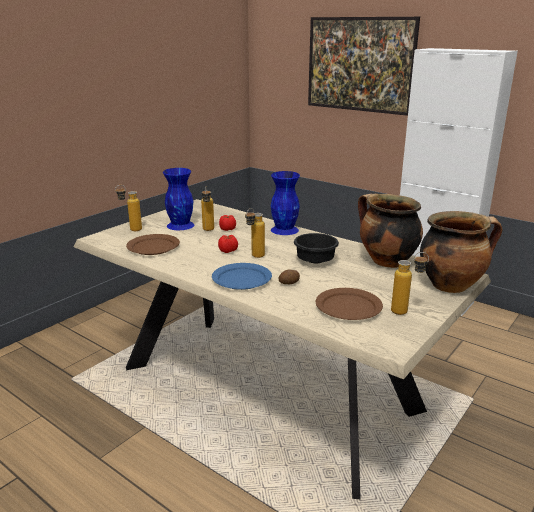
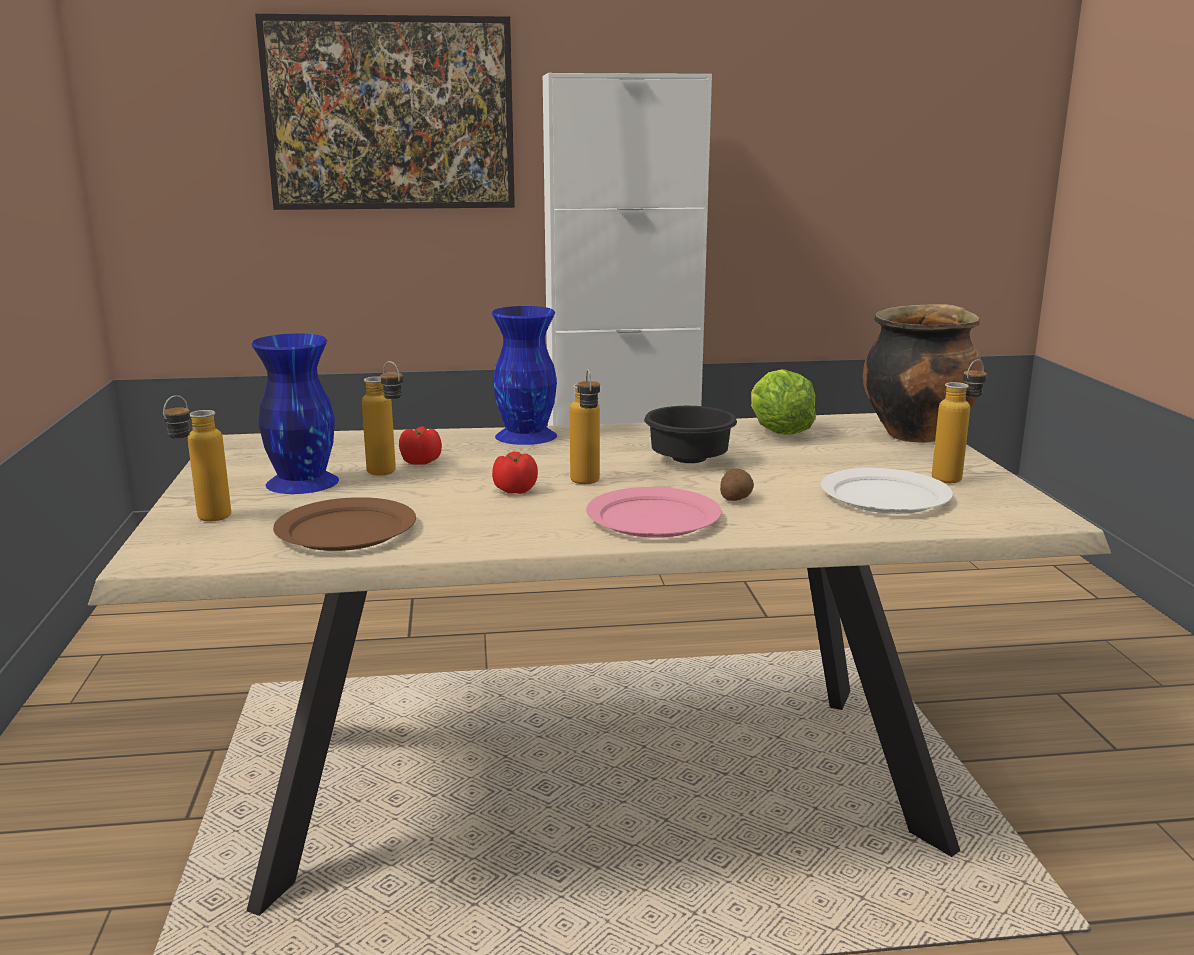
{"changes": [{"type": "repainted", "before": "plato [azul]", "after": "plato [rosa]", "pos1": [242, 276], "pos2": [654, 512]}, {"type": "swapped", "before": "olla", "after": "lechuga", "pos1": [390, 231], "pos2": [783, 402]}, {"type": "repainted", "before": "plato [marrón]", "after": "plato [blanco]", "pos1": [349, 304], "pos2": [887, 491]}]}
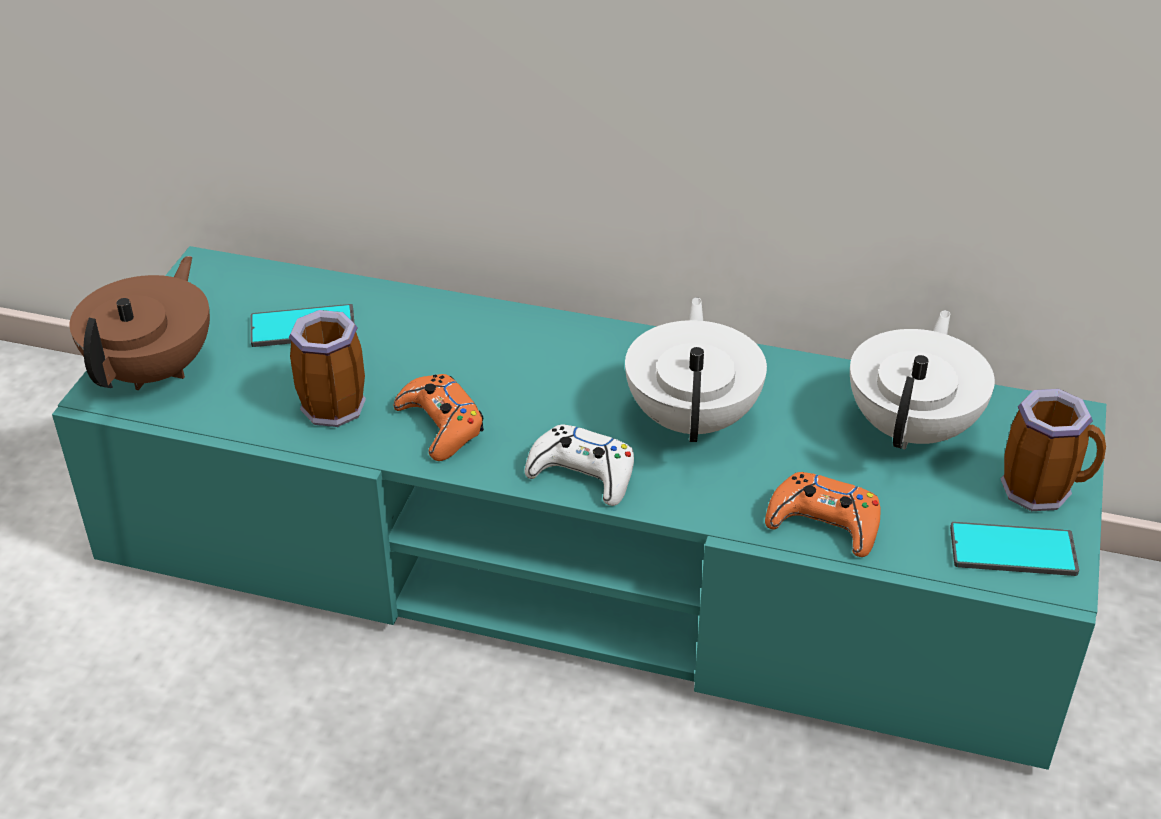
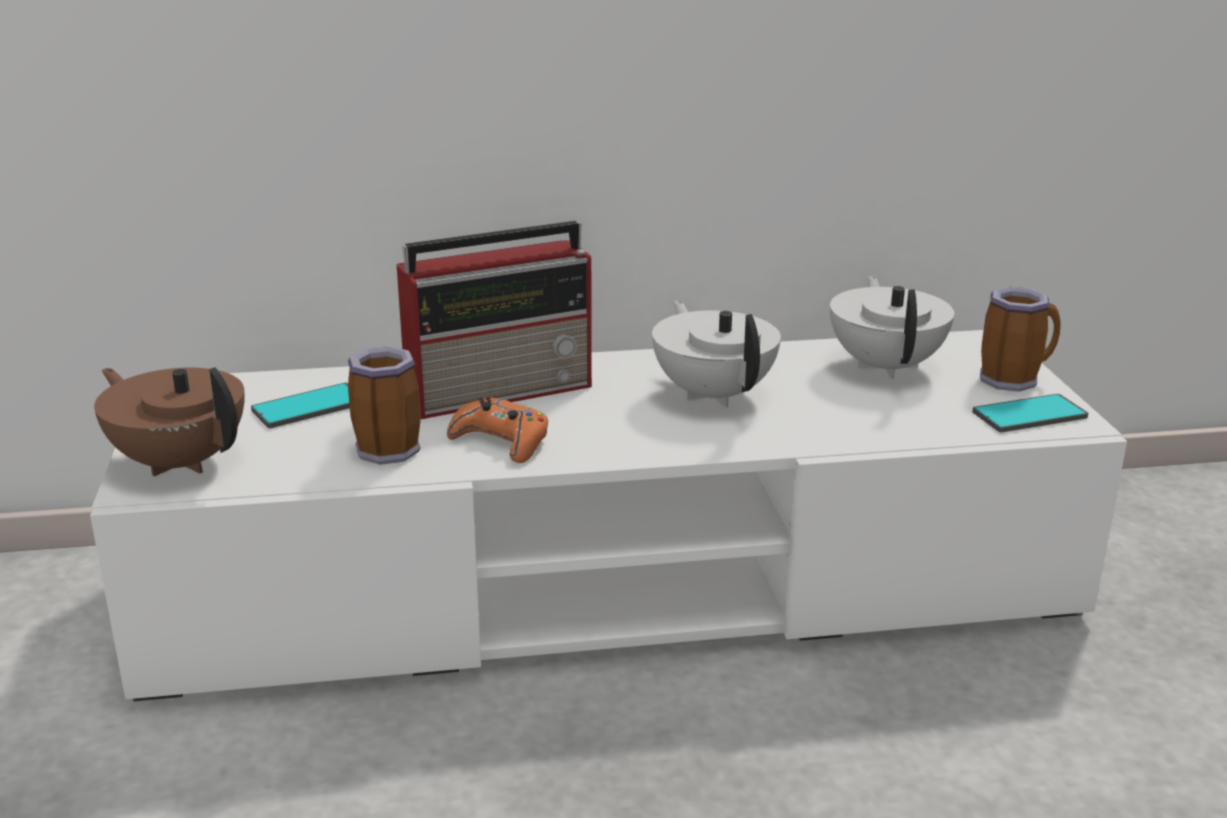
{"changes": [{"type": "repainted", "before": "mueble de televisión [turquesa]", "after": "mueble de televisión [blanco]", "pos1": [579, 508], "pos2": [608, 515]}, {"type": "rotated", "before": "tetera [marrón]", "pos1": [139, 323], "pos2": [169, 422], "turn": -45}, {"type": "new", "after": "radio", "pos2": [494, 320]}, {"type": "gone", "before": "mando de consola [blanco]", "pos1": [579, 465]}, {"type": "gone", "before": "mando de consola [naranja]", "pos1": [823, 514]}]}
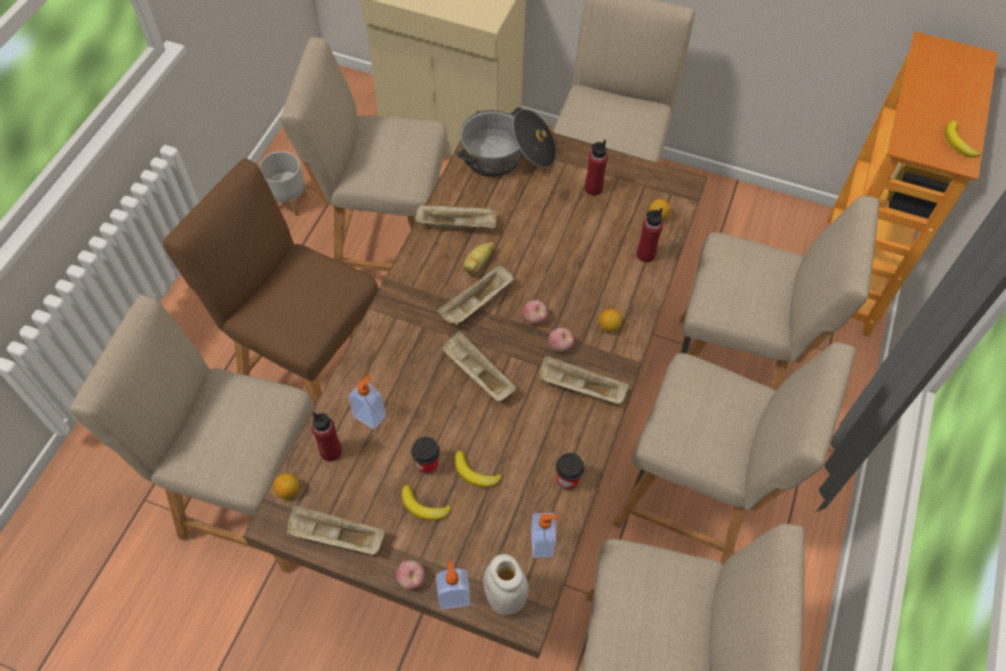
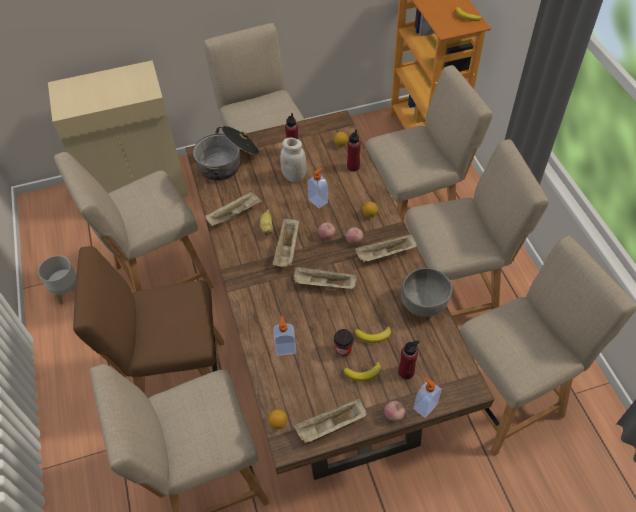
{"changes": [{"type": "shifted", "before": "tarro [blanco]", "pos1": [505, 584], "pos2": [293, 159]}, {"type": "shifted", "before": "dispensador de jabón", "pos1": [545, 535], "pos2": [317, 188]}, {"type": "shifted", "before": "botella [rojo]", "pos1": [327, 436], "pos2": [409, 359]}, {"type": "swapped", "before": "taza", "after": "cuenco [gris]", "pos1": [570, 471], "pos2": [427, 292]}]}
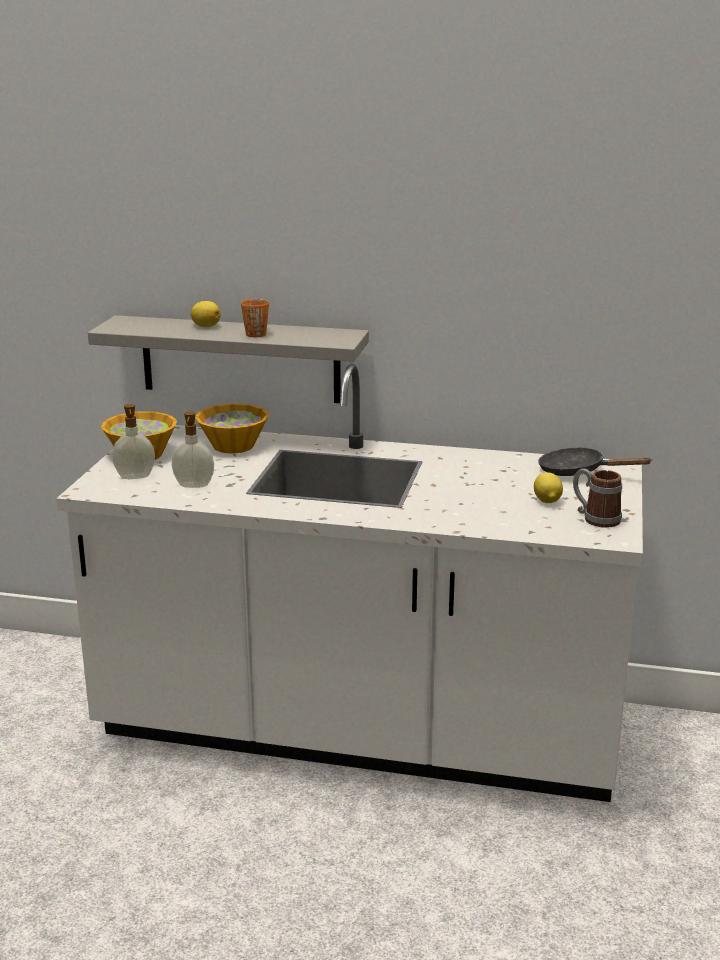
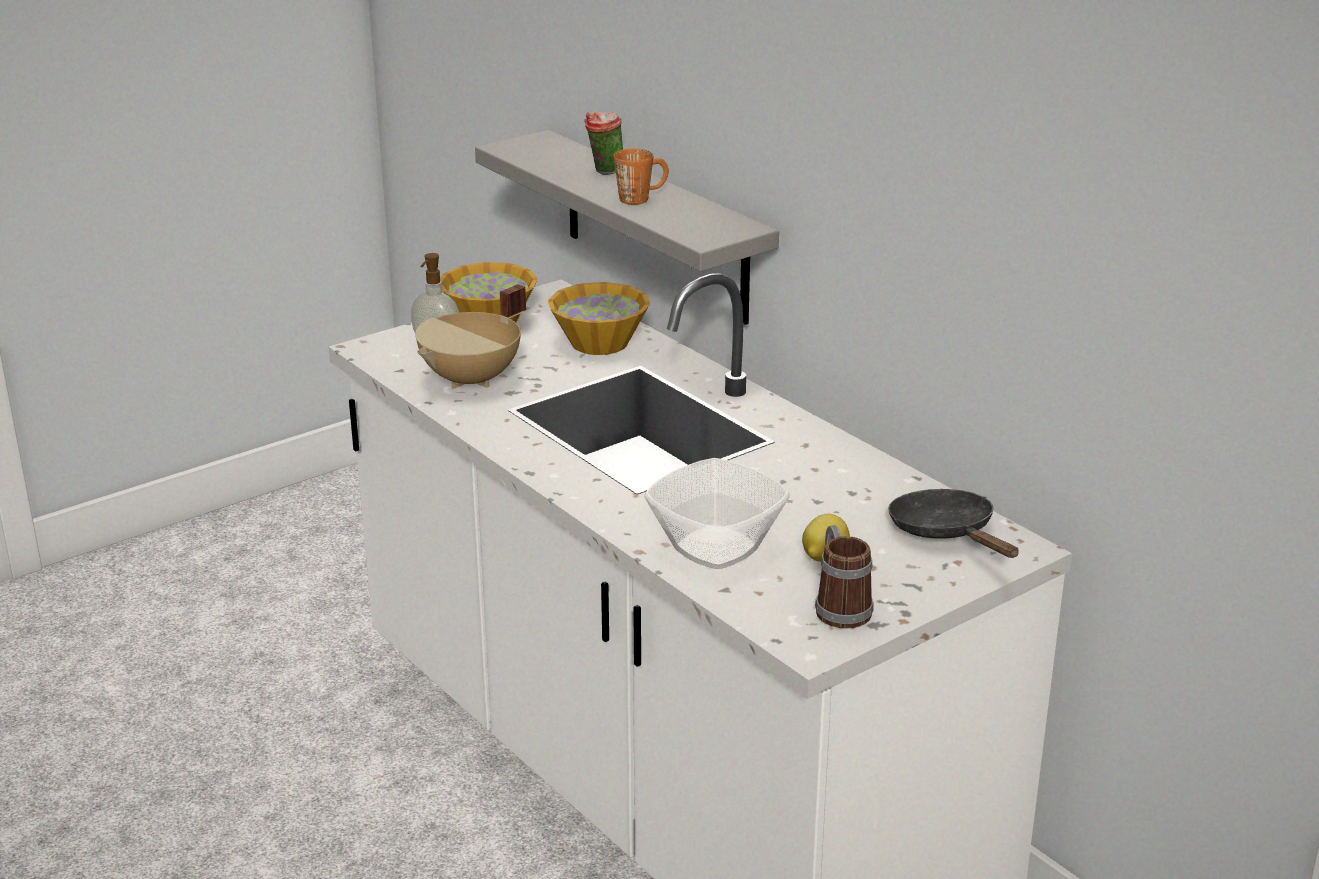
{"changes": [{"type": "swapped", "before": "dispensador de jabón", "after": "olla [beis]", "pos1": [193, 449], "pos2": [470, 336]}, {"type": "swapped", "before": "limón", "after": "taza", "pos1": [206, 314], "pos2": [603, 143]}, {"type": "new", "after": "cuenco", "pos2": [717, 513]}]}
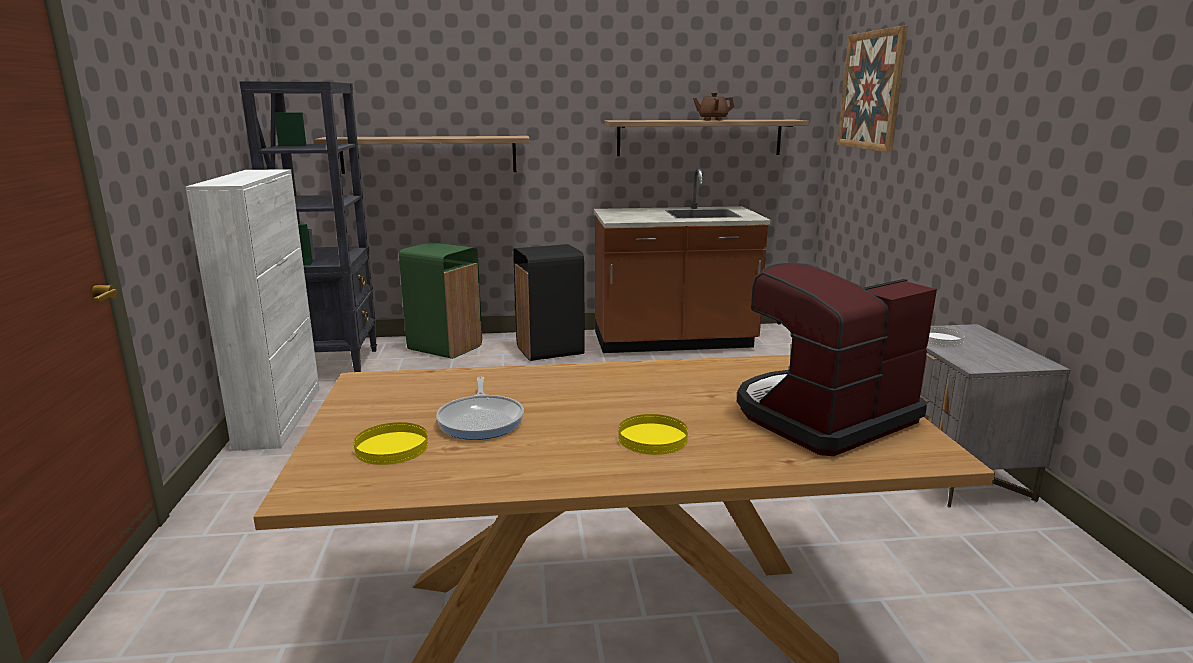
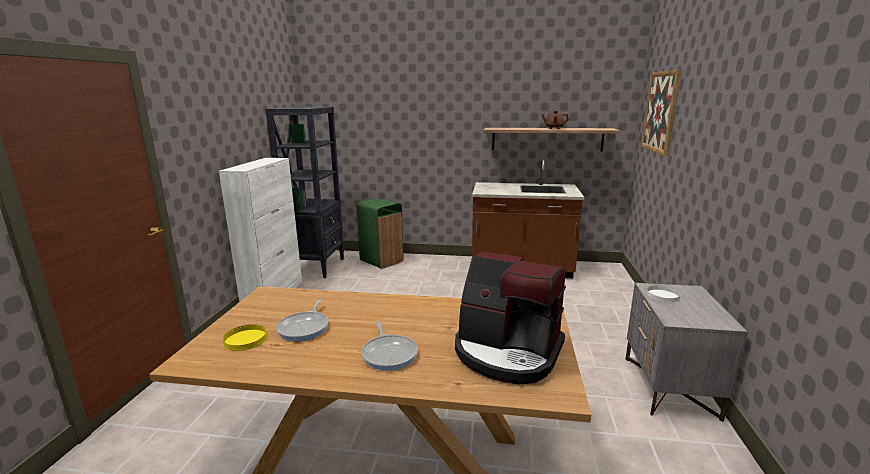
{"changes": [{"type": "swapped", "before": "plato [amarillo]", "after": "sartén", "pos1": [653, 434], "pos2": [389, 346]}, {"type": "rotated", "before": "cafetera", "pos1": [837, 359], "pos2": [510, 317], "turn": -135}, {"type": "gone", "before": "estante", "pos1": [422, 155]}, {"type": "gone", "before": "papelera [negro]", "pos1": [549, 302]}]}
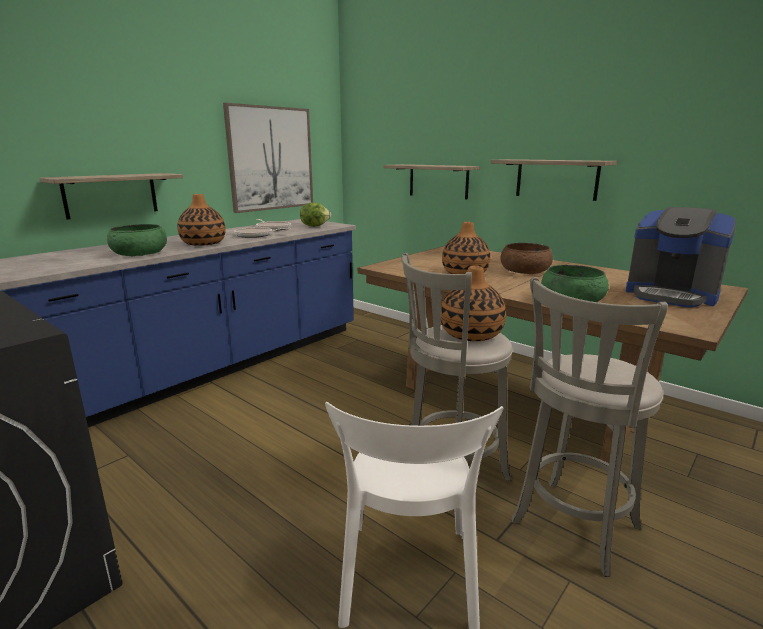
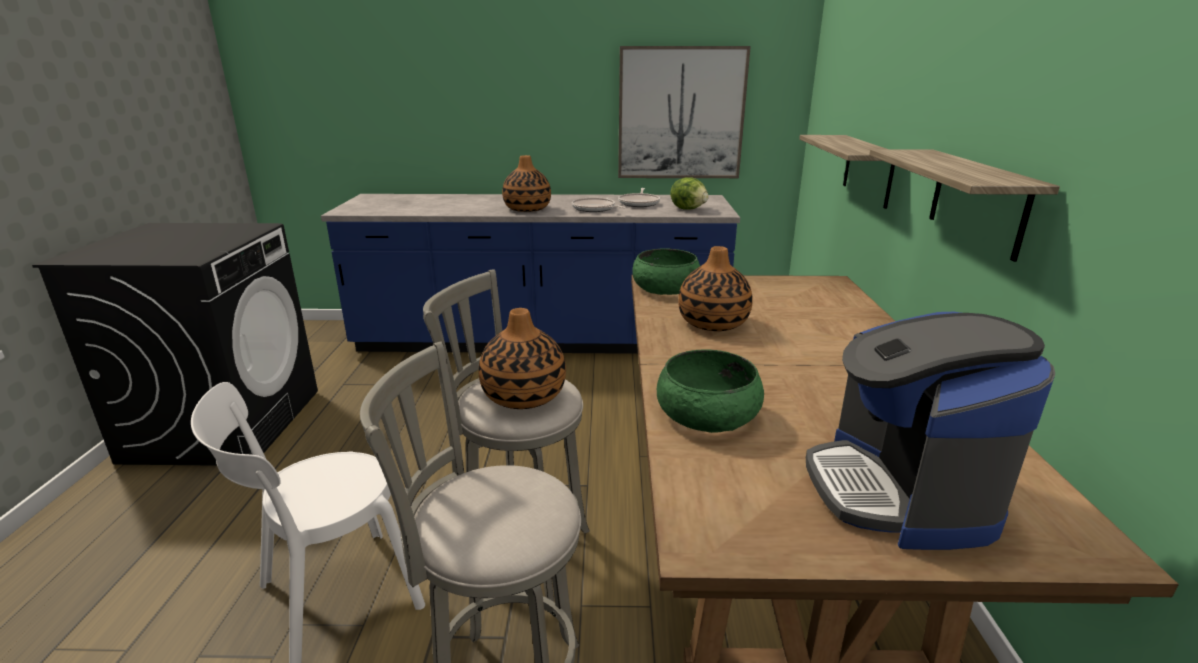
{"changes": [{"type": "shifted", "before": "cuenco [verde]", "pos1": [137, 240], "pos2": [666, 271]}, {"type": "gone", "before": "estante", "pos1": [111, 196]}, {"type": "gone", "before": "cuenco [marrón]", "pos1": [526, 258]}]}
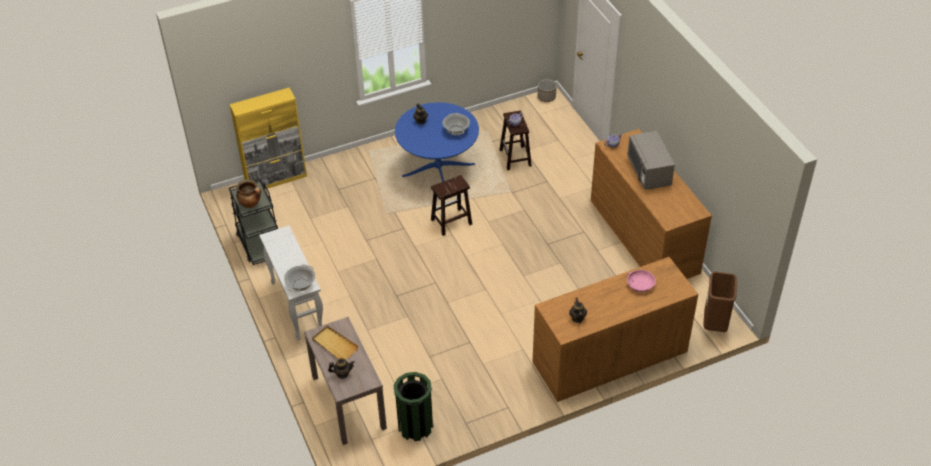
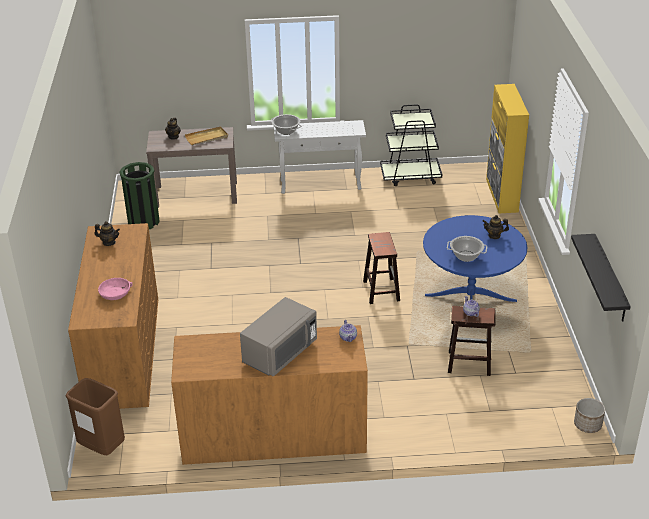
{"changes": [{"type": "rotated", "before": "microondas [gris]", "pos1": [651, 160], "pos2": [278, 336], "turn": 120}, {"type": "new", "after": "estante [negro]", "pos2": [601, 278]}, {"type": "gone", "before": "olla", "pos1": [248, 193]}]}
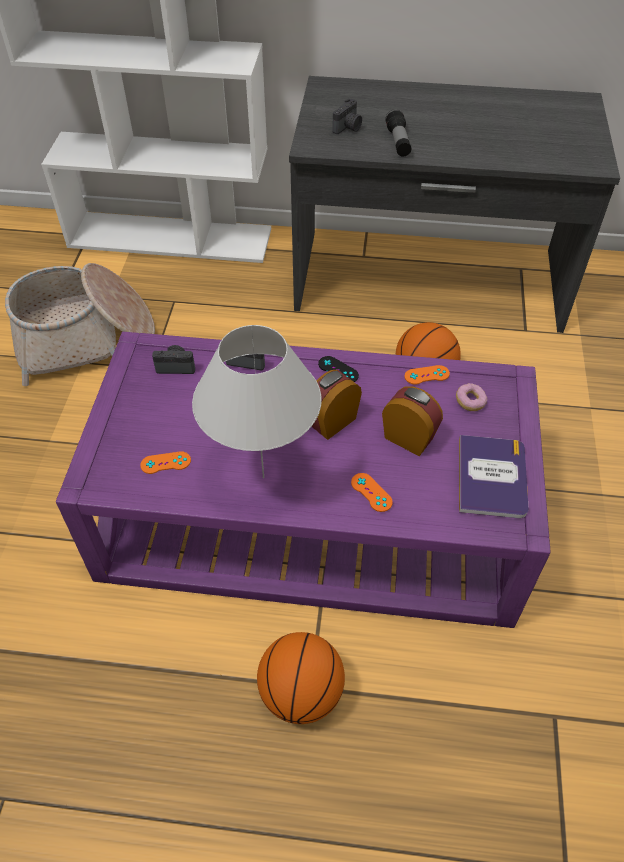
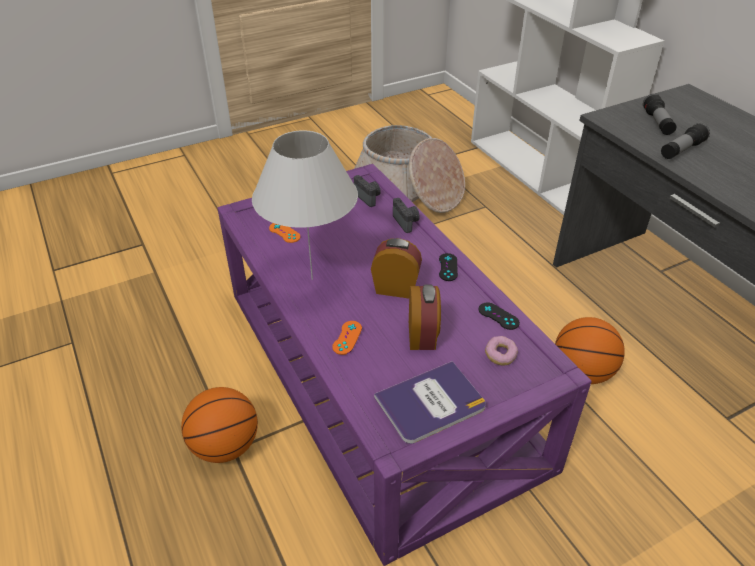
{"changes": [{"type": "repainted", "before": "mando de consola [naranja]", "after": "mando de consola [negro]", "pos1": [427, 375], "pos2": [499, 316]}, {"type": "swapped", "before": "cámara", "after": "linterna", "pos1": [347, 116], "pos2": [660, 114]}]}
